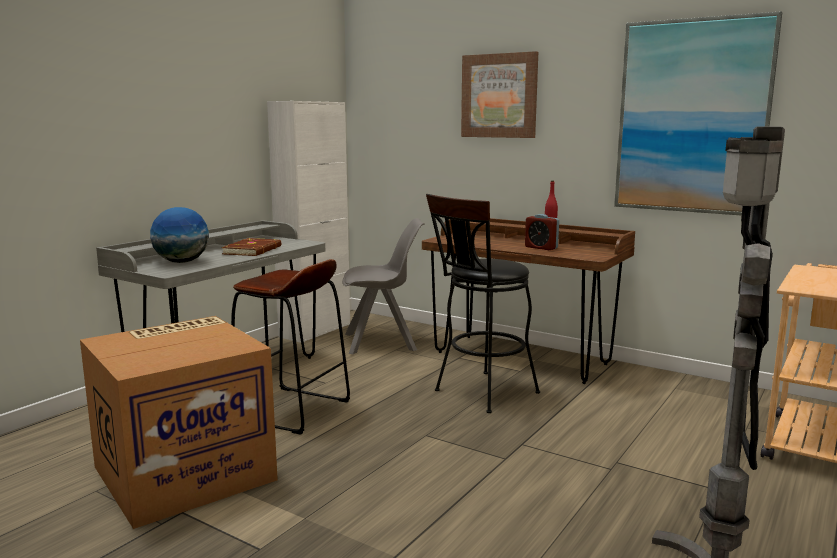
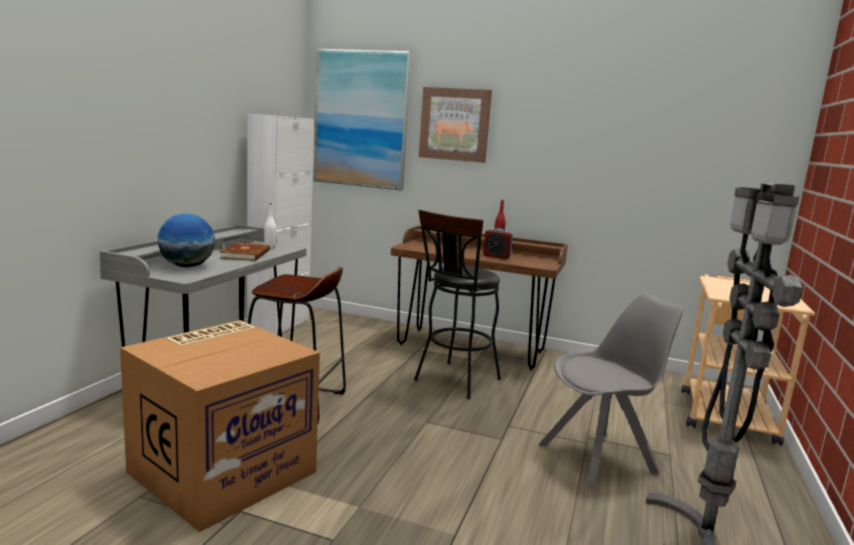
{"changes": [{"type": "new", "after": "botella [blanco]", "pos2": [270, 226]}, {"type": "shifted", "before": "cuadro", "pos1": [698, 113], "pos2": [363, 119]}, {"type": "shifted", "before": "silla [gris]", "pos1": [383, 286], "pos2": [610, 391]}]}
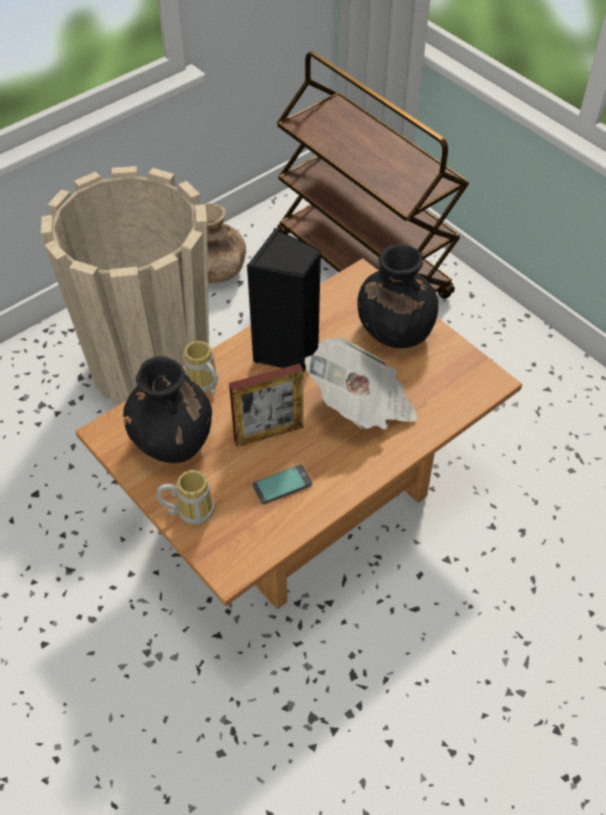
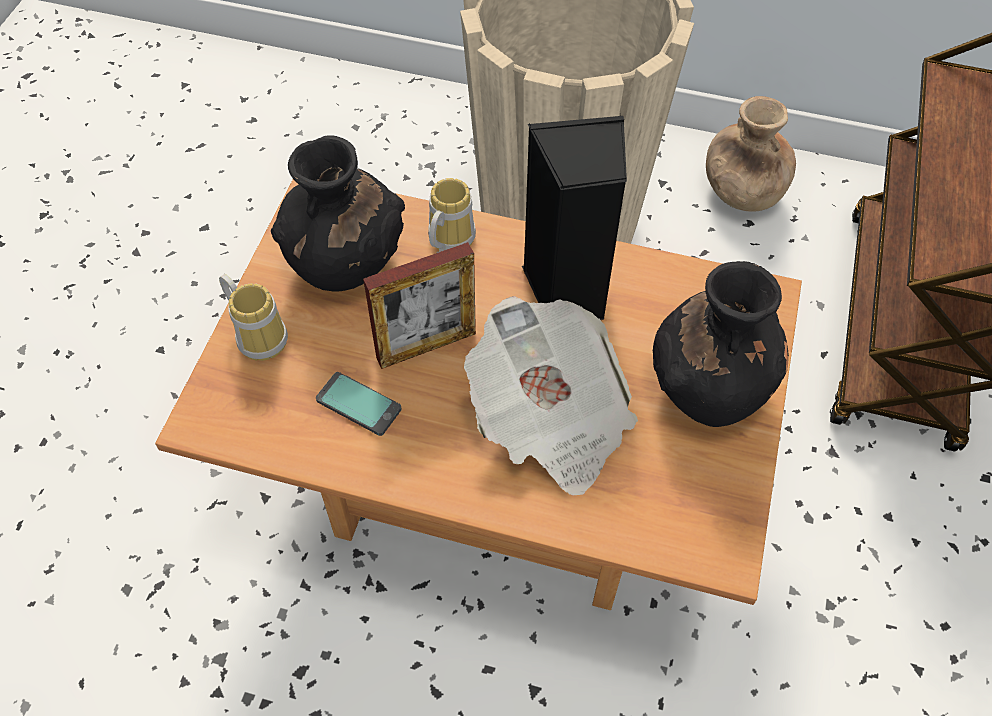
{"changes": [{"type": "rotated", "before": "portarretratos", "pos1": [266, 405], "pos2": [419, 305], "turn": -60}]}
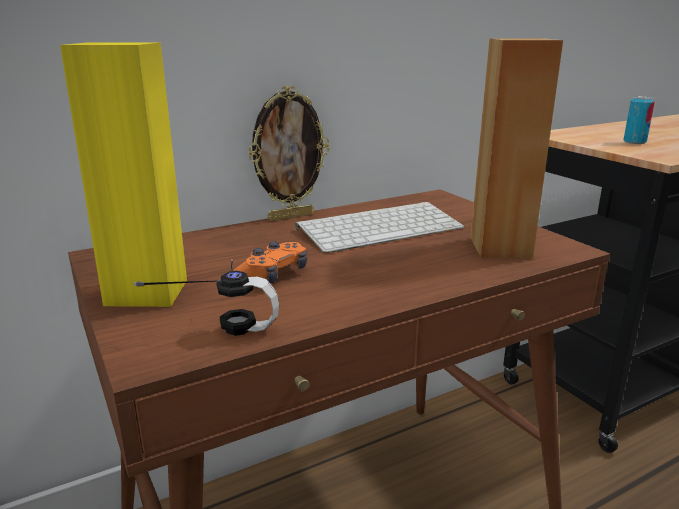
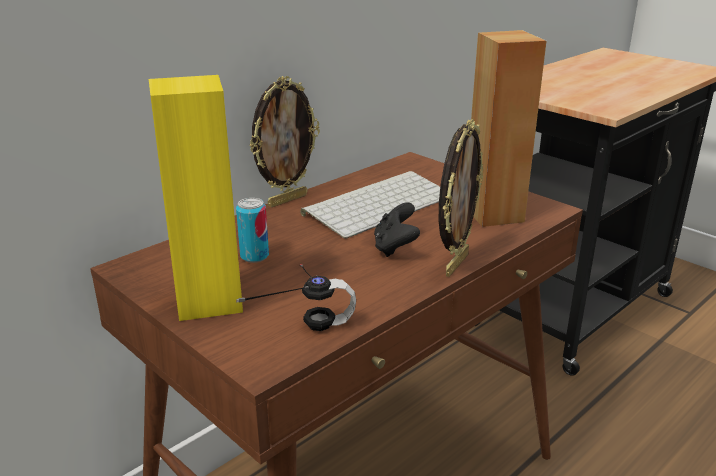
{"changes": [{"type": "shifted", "before": "lata", "pos1": [639, 120], "pos2": [252, 230]}, {"type": "new", "after": "mando de consola [negro]", "pos2": [397, 229]}, {"type": "new", "after": "portarretratos", "pos2": [461, 198]}, {"type": "gone", "before": "mando de consola [naranja]", "pos1": [270, 263]}]}
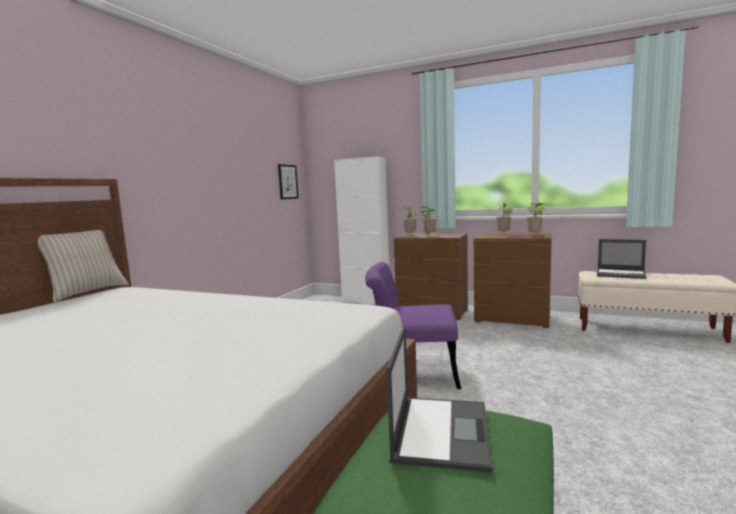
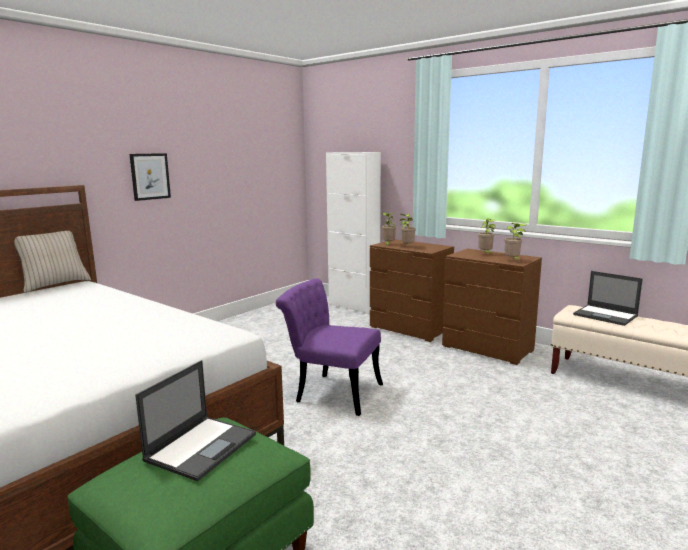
{"changes": [{"type": "shifted", "before": "cuadro", "pos1": [288, 181], "pos2": [150, 177]}]}
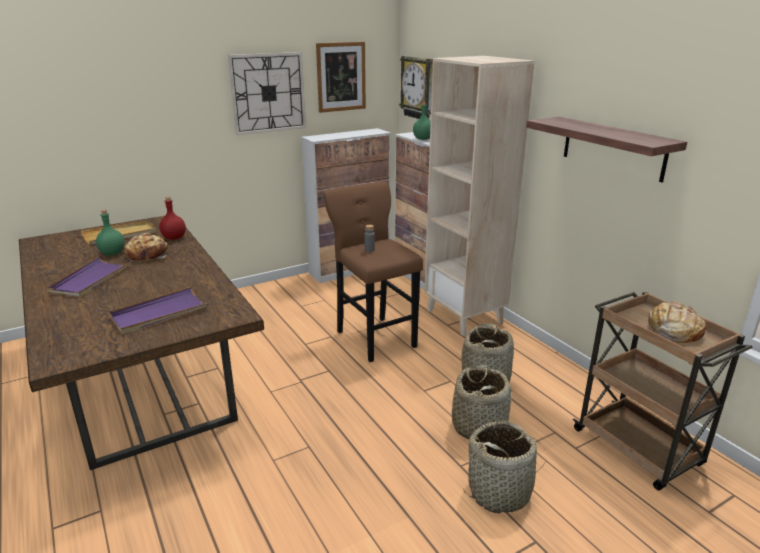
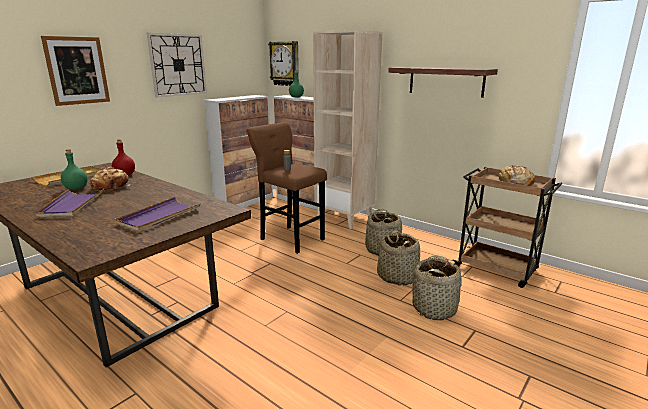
{"changes": [{"type": "shifted", "before": "cuadro", "pos1": [341, 77], "pos2": [75, 71]}]}
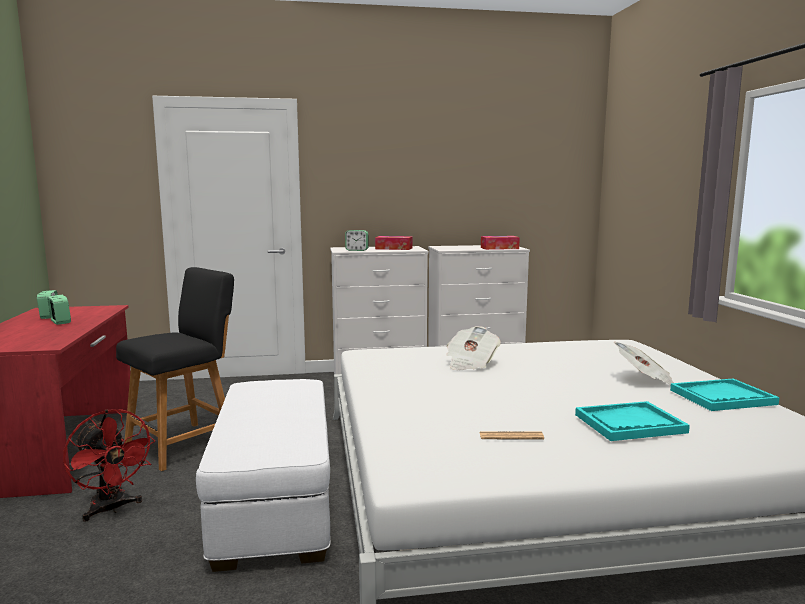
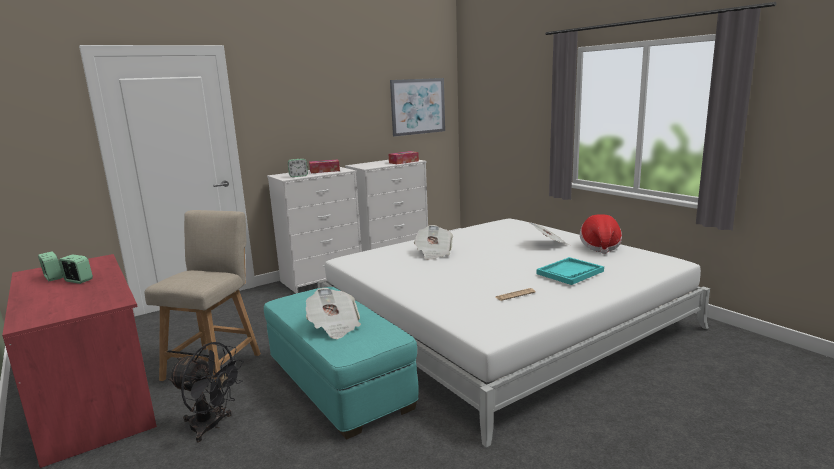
{"changes": [{"type": "repainted", "before": "silla [negro]", "after": "silla [beis]", "pos1": [175, 369], "pos2": [202, 299]}, {"type": "repainted", "before": "ventilador [rojo]", "after": "ventilador [negro]", "pos1": [109, 465], "pos2": [206, 392]}, {"type": "repainted", "before": "puf [blanco]", "after": "puf [turquesa]", "pos1": [263, 475], "pos2": [341, 363]}, {"type": "new", "after": "periódico", "pos2": [333, 313]}, {"type": "new", "after": "cuadro", "pos2": [417, 107]}, {"type": "swapped", "before": "bandeja [turquesa]", "after": "sombrero", "pos1": [725, 395], "pos2": [601, 234]}]}
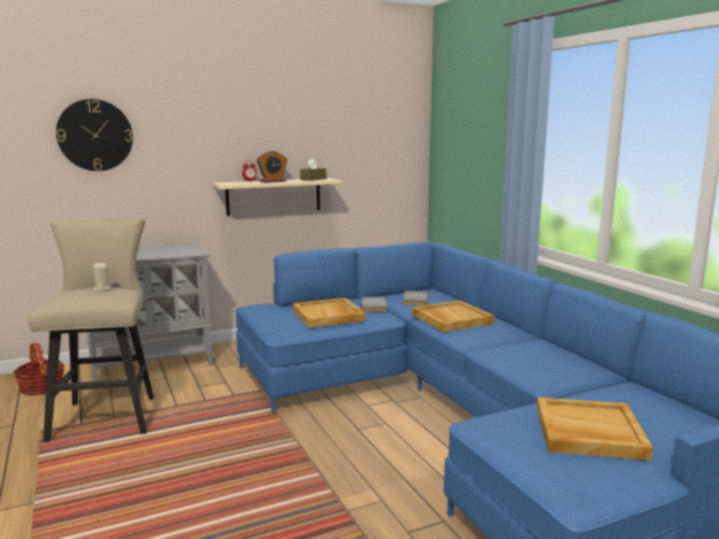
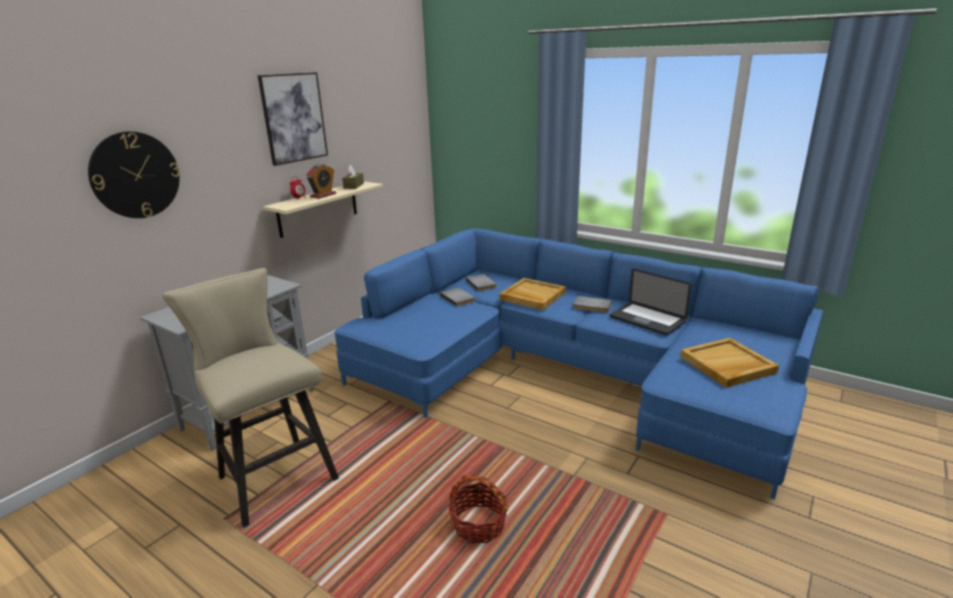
{"changes": [{"type": "new", "after": "cuadro", "pos2": [293, 119]}, {"type": "shifted", "before": "cesta", "pos1": [39, 369], "pos2": [478, 508]}, {"type": "new", "after": "libro [gris]", "pos2": [592, 304]}, {"type": "new", "after": "portátil", "pos2": [650, 302]}, {"type": "gone", "before": "vela [beis]", "pos1": [101, 277]}, {"type": "gone", "before": "bandeja [beis]", "pos1": [329, 313]}]}
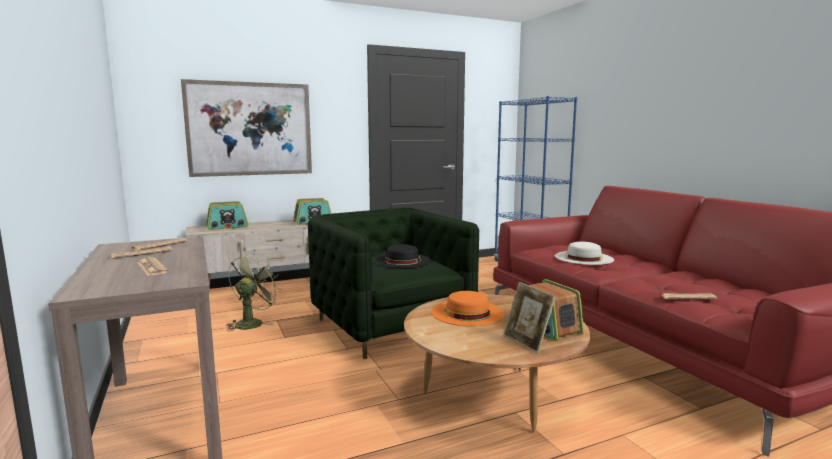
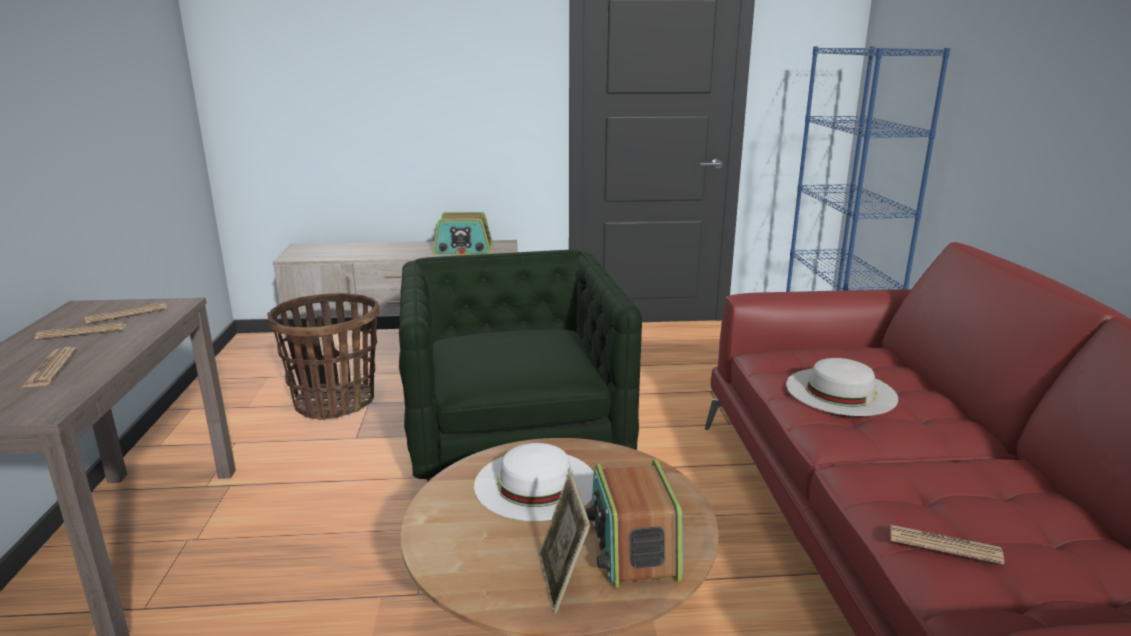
{"changes": [{"type": "swapped", "before": "ventilador [verde]", "after": "cesta", "pos1": [254, 292], "pos2": [323, 356]}, {"type": "repainted", "before": "sombrero [naranja]", "after": "sombrero [blanco]", "pos1": [468, 308], "pos2": [534, 482]}, {"type": "gone", "before": "cuadro", "pos1": [246, 128]}, {"type": "gone", "before": "radio", "pos1": [227, 215]}, {"type": "gone", "before": "sombrero [negro]", "pos1": [402, 256]}]}
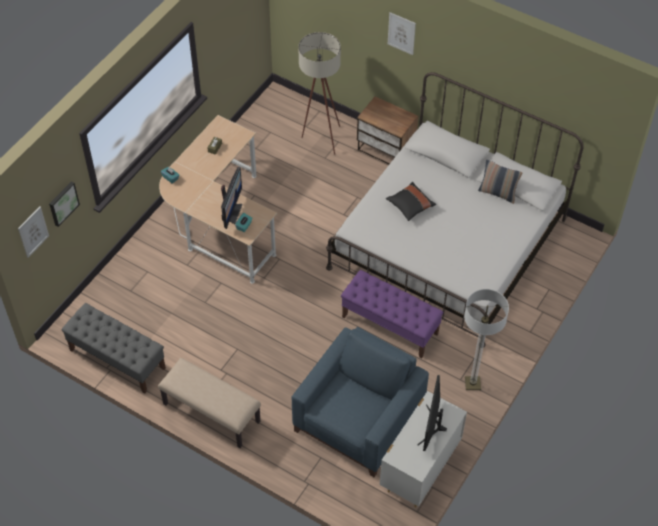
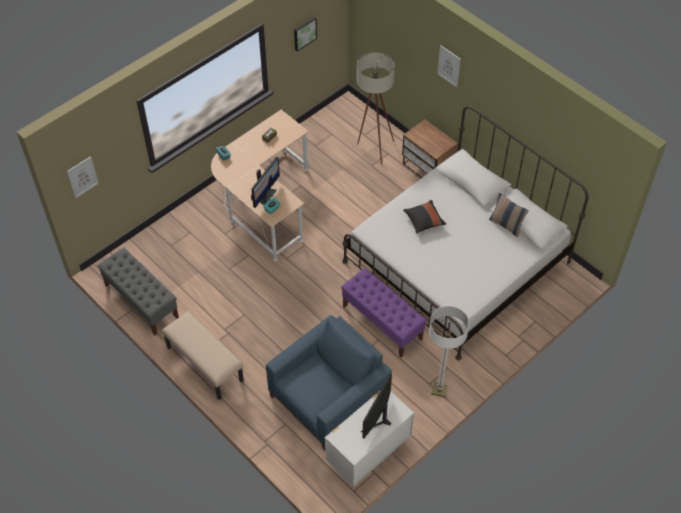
{"changes": [{"type": "shifted", "before": "cuadro", "pos1": [64, 204], "pos2": [305, 34]}]}
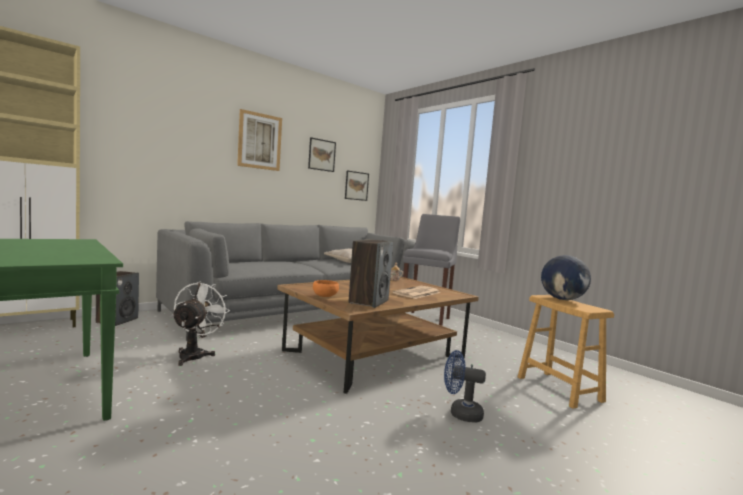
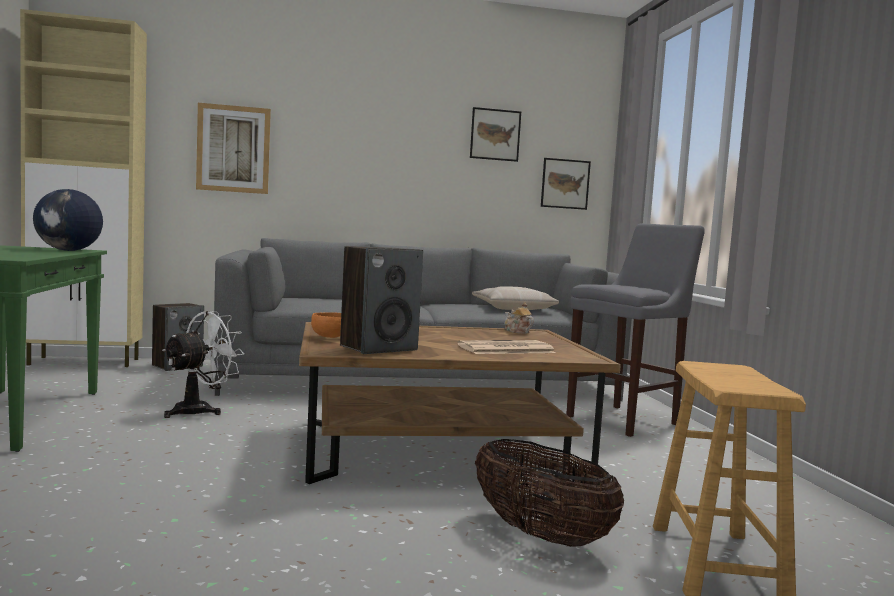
{"changes": [{"type": "shifted", "before": "globo terráqueo", "pos1": [566, 277], "pos2": [68, 220]}, {"type": "shifted", "before": "cuadro", "pos1": [259, 140], "pos2": [233, 148]}, {"type": "new", "after": "cesta", "pos2": [549, 493]}, {"type": "gone", "before": "ventilador [azul]", "pos1": [465, 386]}]}
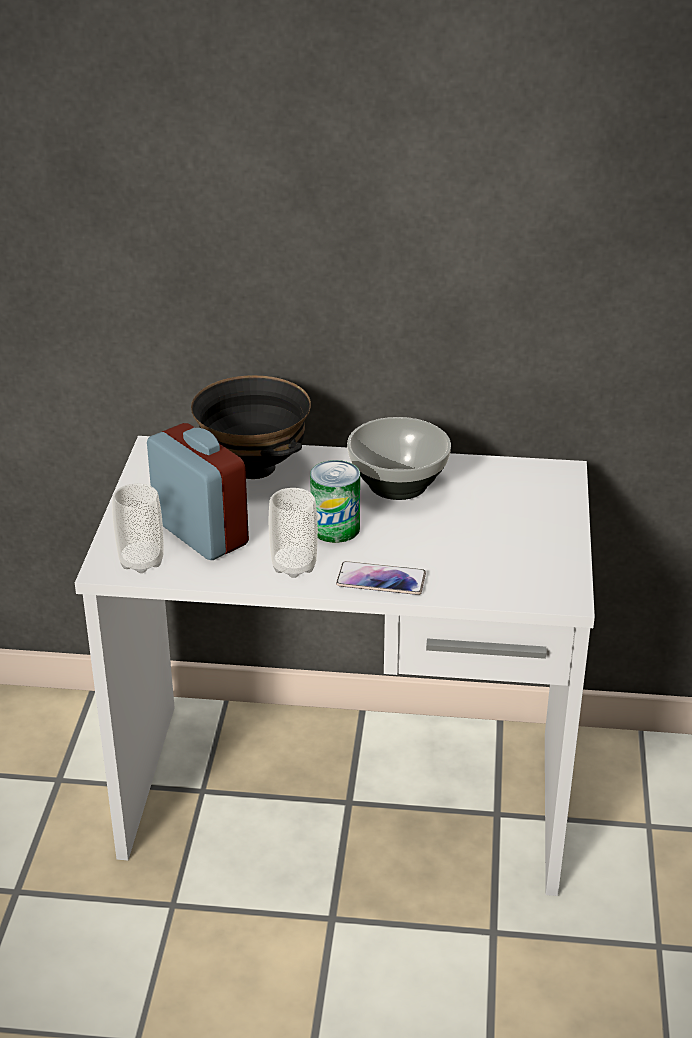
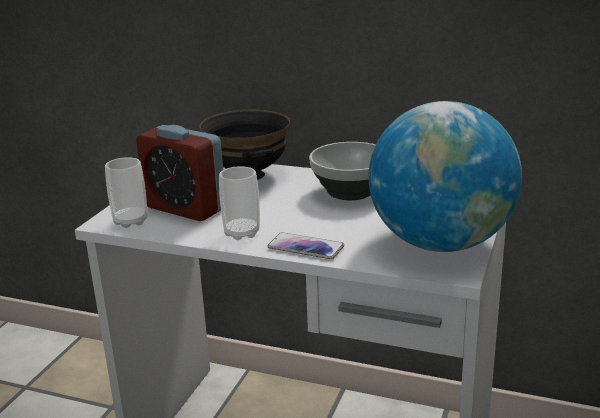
{"changes": [{"type": "rotated", "before": "despertador", "pos1": [198, 491], "pos2": [179, 173], "turn": 150}, {"type": "new", "after": "globo terráqueo", "pos2": [445, 176]}, {"type": "gone", "before": "lata", "pos1": [335, 501]}]}
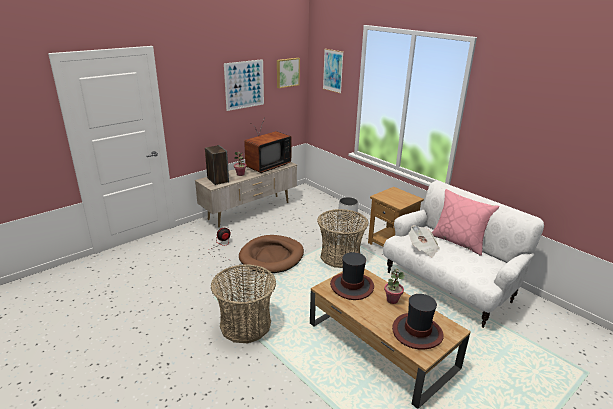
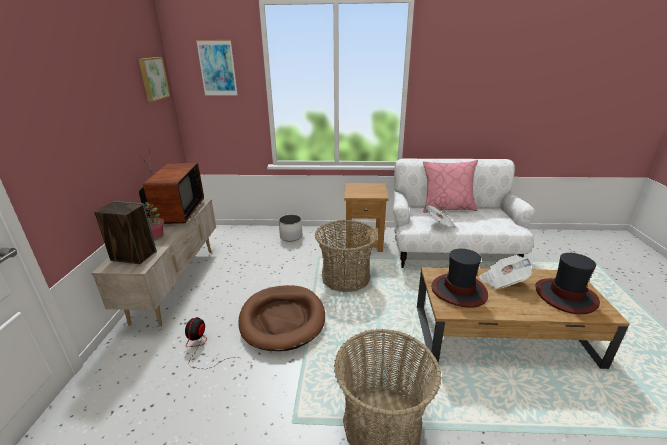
{"changes": [{"type": "swapped", "before": "planta en maceta", "after": "periódico", "pos1": [394, 286], "pos2": [506, 272]}, {"type": "gone", "before": "cuadro", "pos1": [244, 85]}]}
